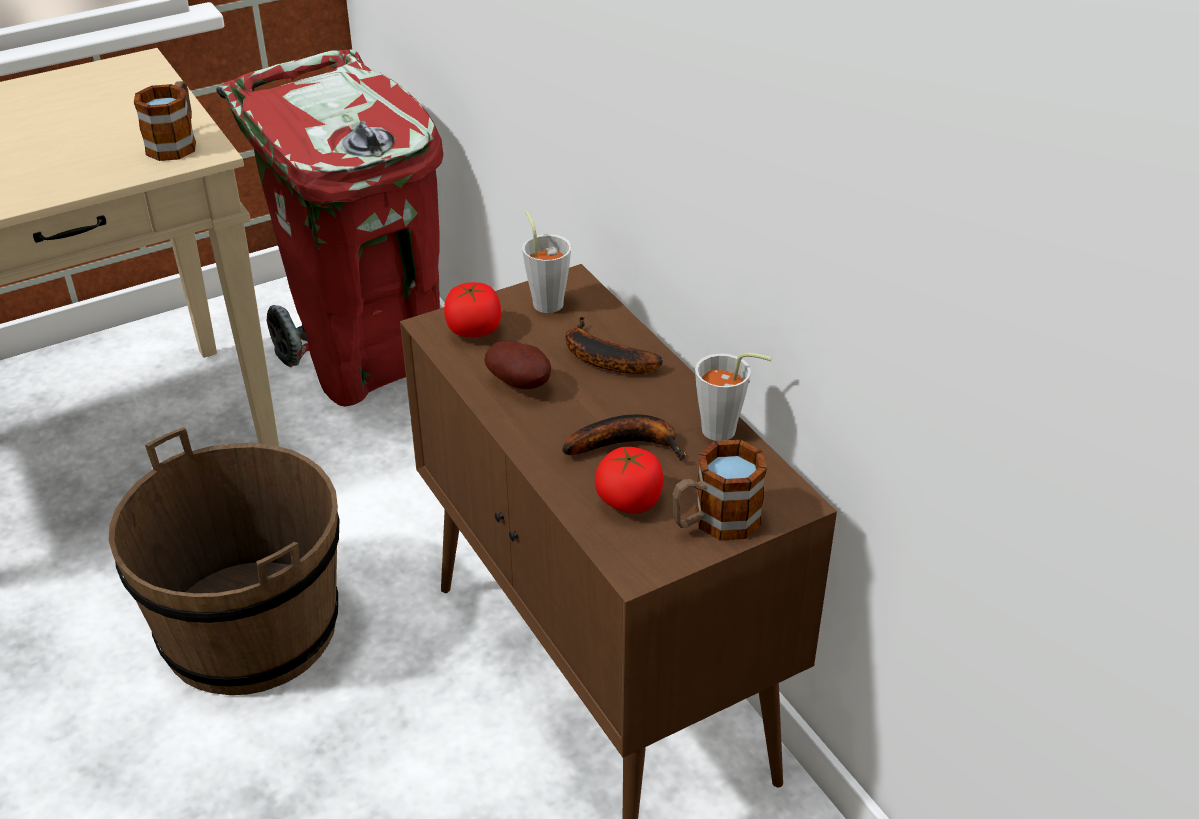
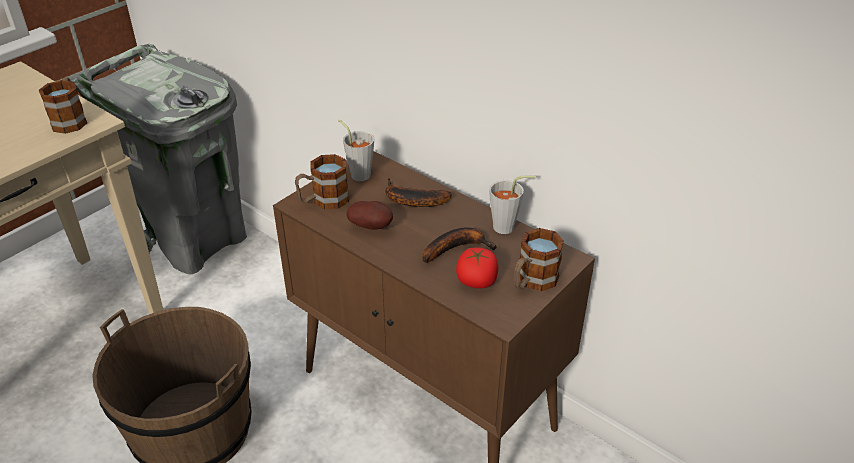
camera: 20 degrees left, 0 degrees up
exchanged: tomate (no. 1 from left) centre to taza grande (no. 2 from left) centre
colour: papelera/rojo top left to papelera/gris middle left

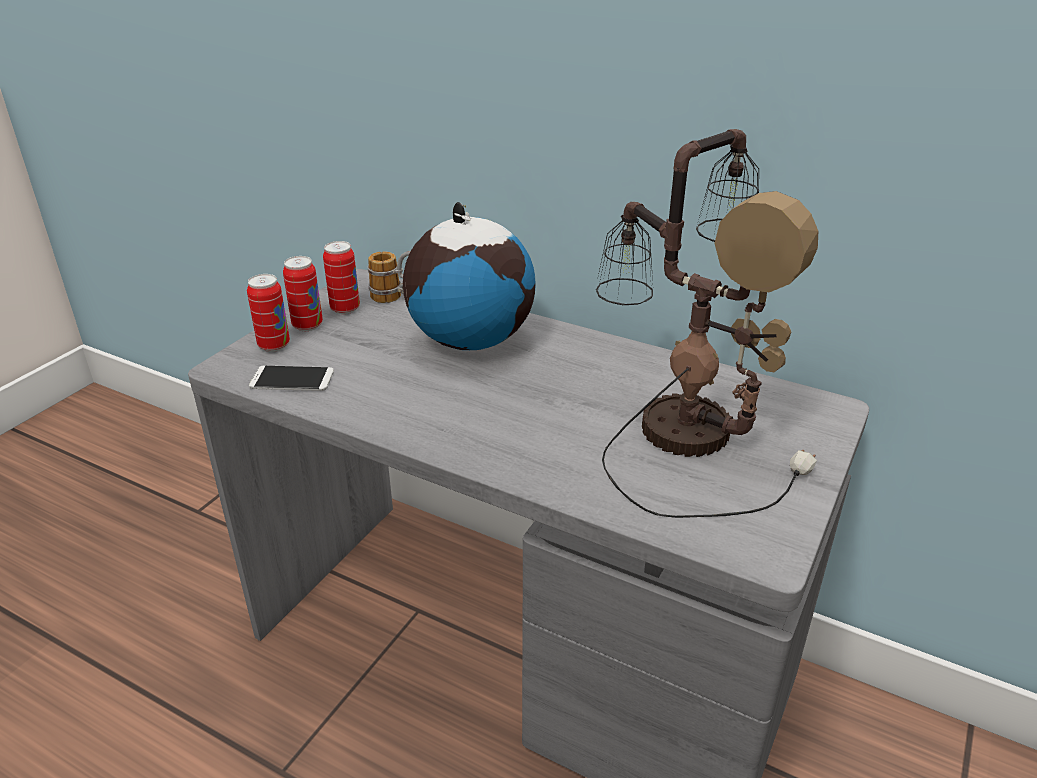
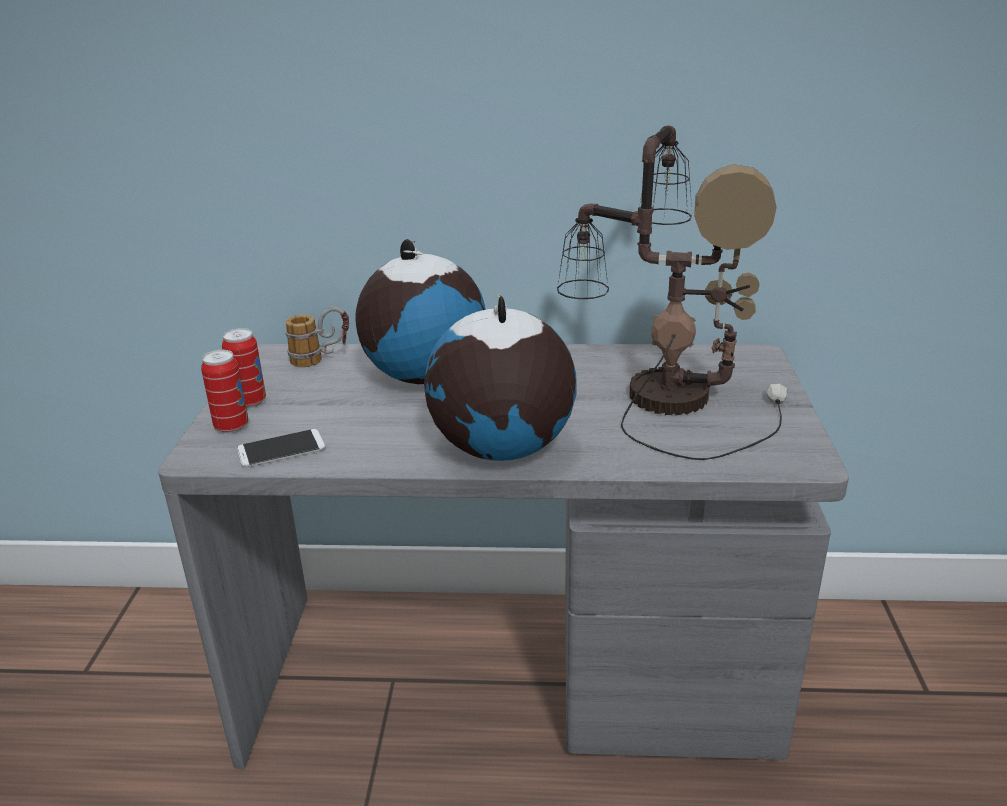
camera: 25 degrees left, 5 degrees down
missing: lata (no. 3 from left) middle left
appeared: globo terráqueo (no. 2 from left) centre

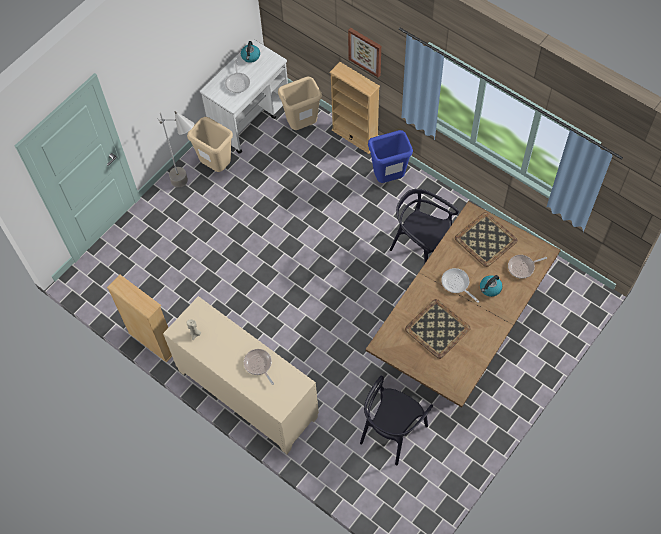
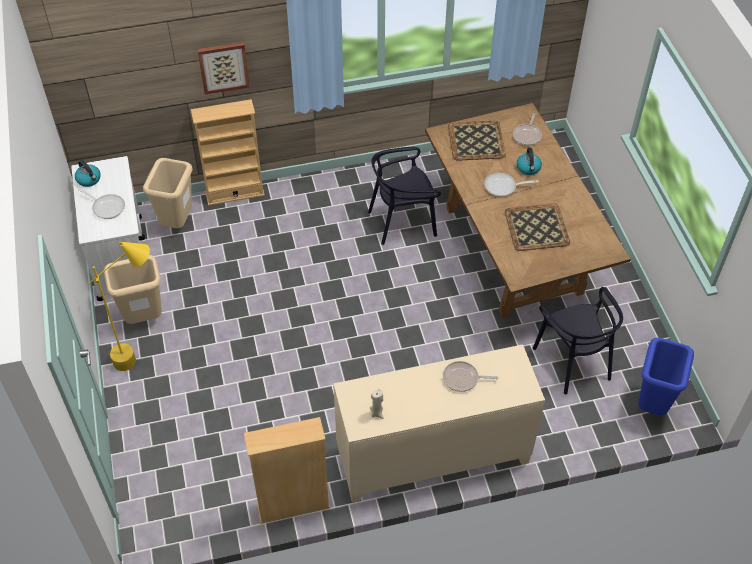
camera: 55 degrees left, 10 degrees down
relocated: papelera/azul top centre to bottom right
colour: lámpara de pie/gris top left to lámpara de pie/amarillo middle left

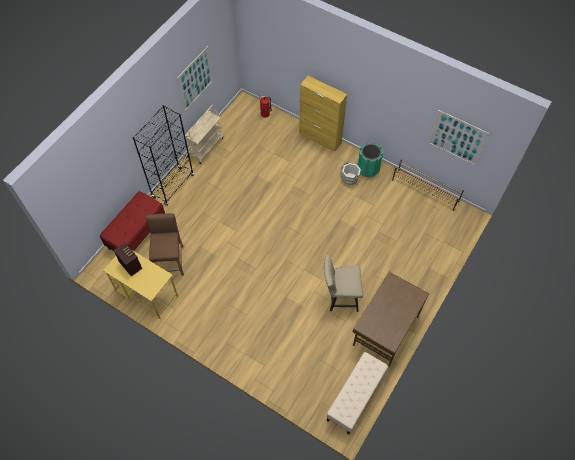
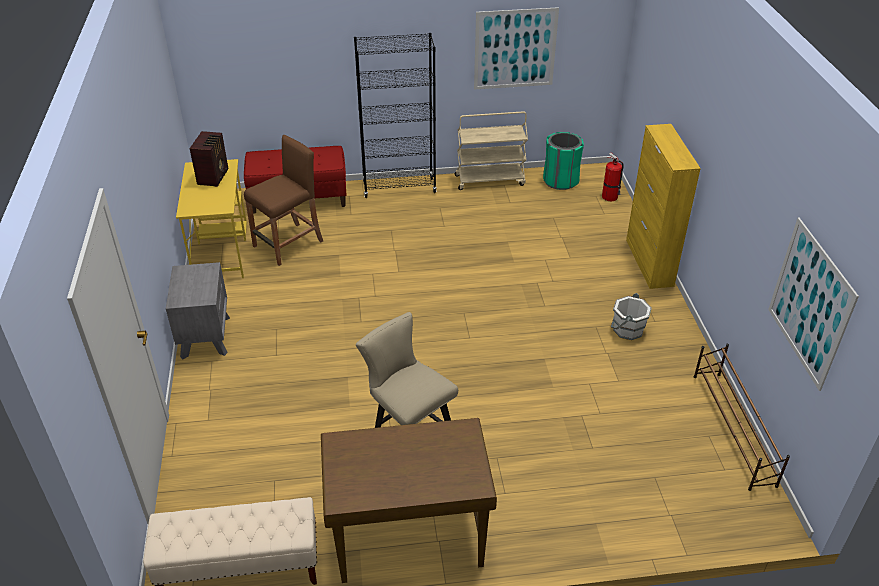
camera: 50 degrees right, 20 degrees down
appeared: mesita de noche/gris middle left
relocated: papelera/verde centre to top centre

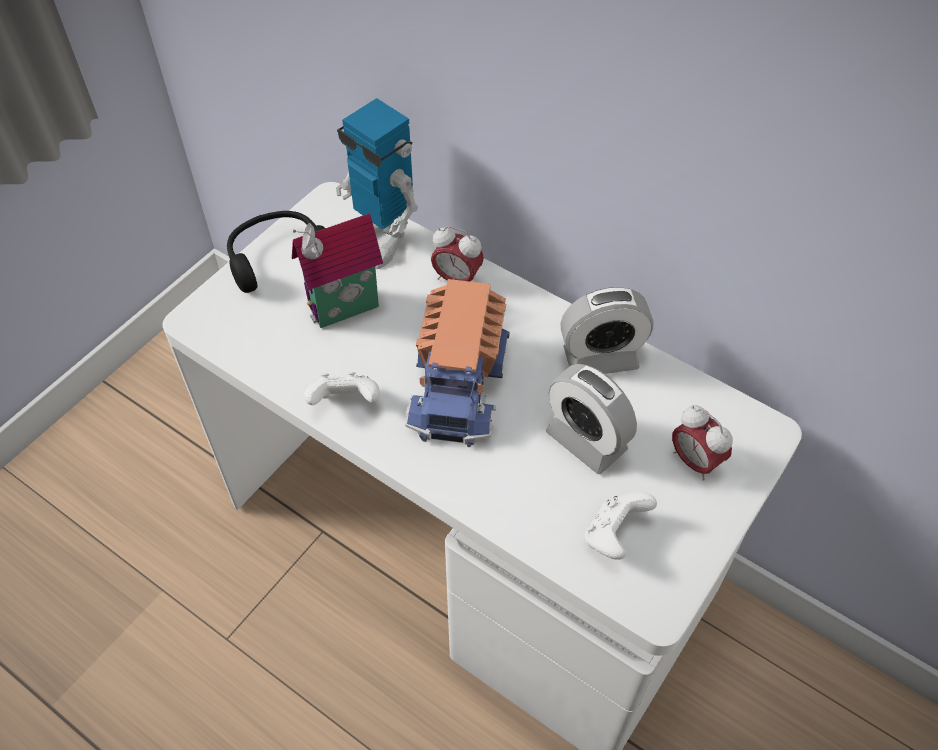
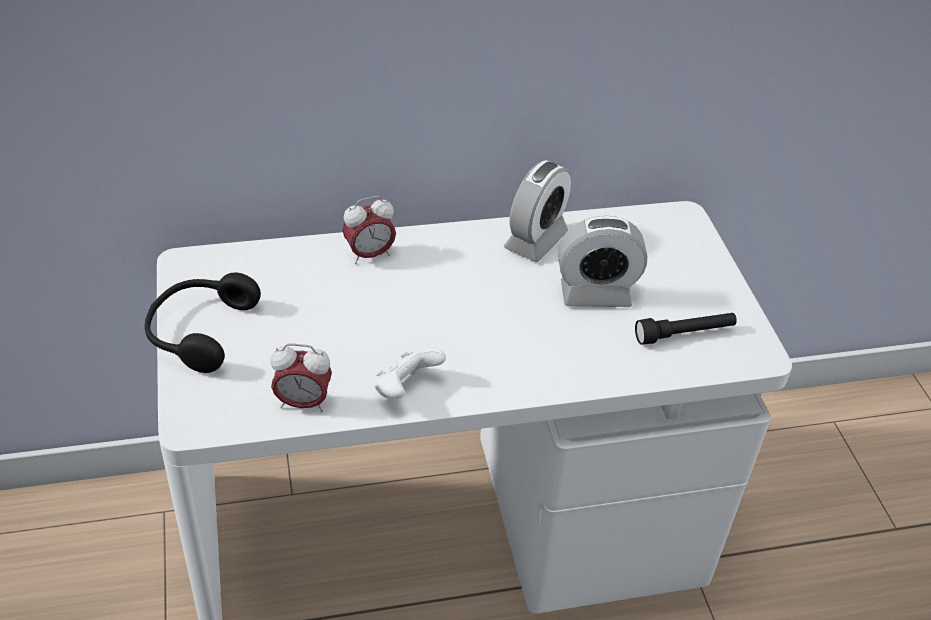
camera: 50 degrees left, 10 degrees down
missing: casita centre; robot de juguete top centre; camión de juguete centre
relocated: despertador (no. 4 from left in the first image) middle right to despertador (no. 1 from left) middle left
exchanged: mando de consola/blanco (no. 2 from left) bottom centre to linterna/negro middle right

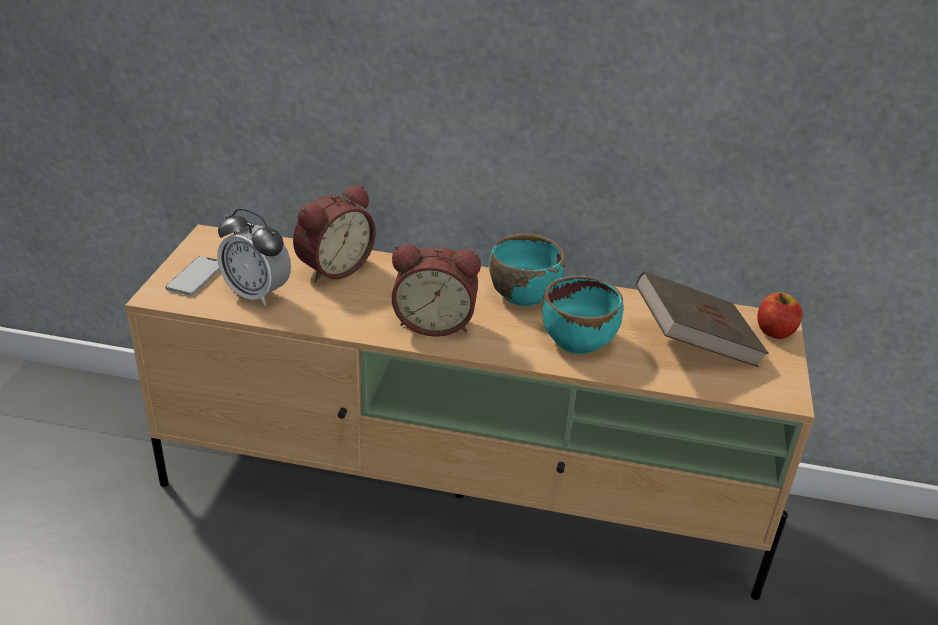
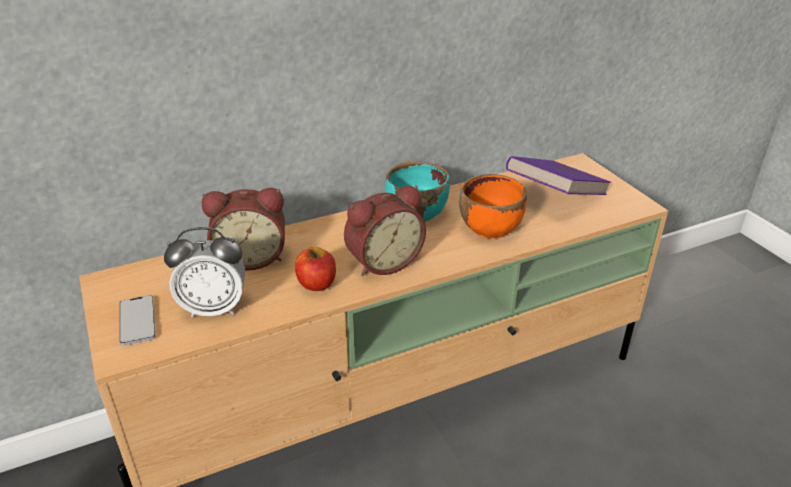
camera: 35 degrees left, 0 degrees up
relocated: manzana middle right to centre
colour: cuenco/turquesa (no. 2 from left) centre to cuenco/naranja centre; libro/marrón middle right to libro/morado middle right
spun: despertador (no. 2 from left) centre = middle left 75 degrees clockwise

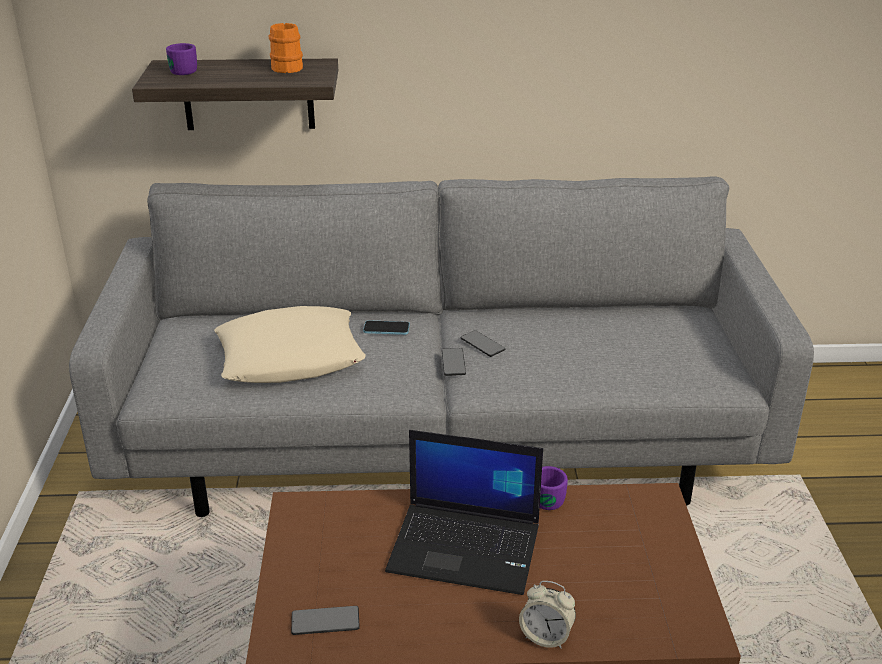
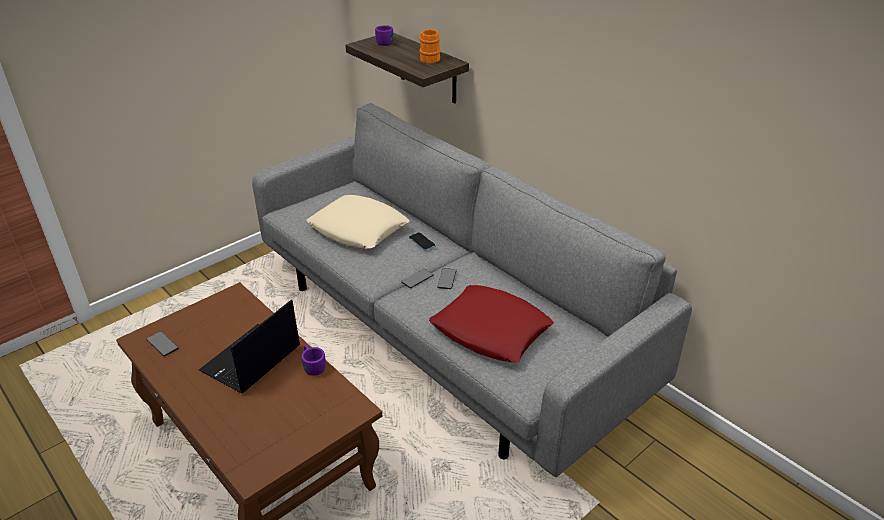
camera: 50 degrees right, 5 degrees up
missing: despertador bottom centre
appeared: cojín/rojo centre
spun: portátil bottom centre = middle left 60 degrees clockwise

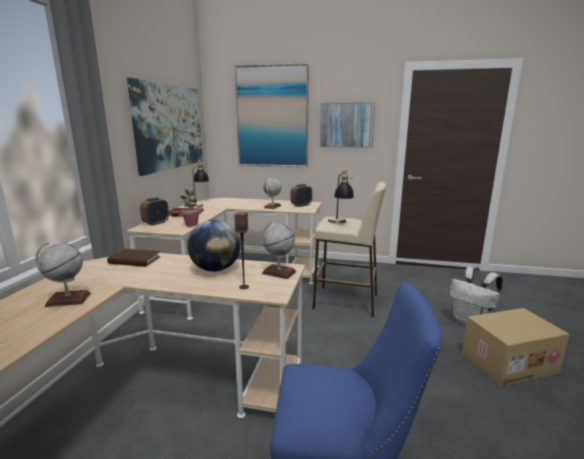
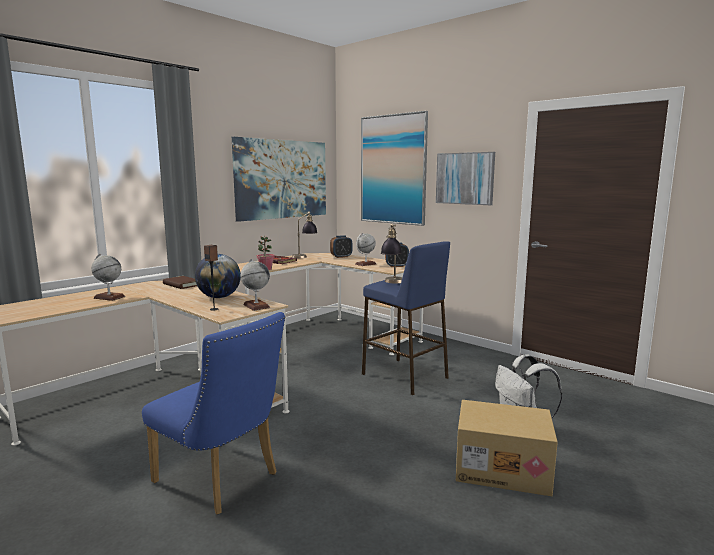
camera: 30 degrees right, 5 degrees down
relocated: despertador (no. 1 from left) middle left to centre
colour: taburete/beis centre to taburete/azul centre

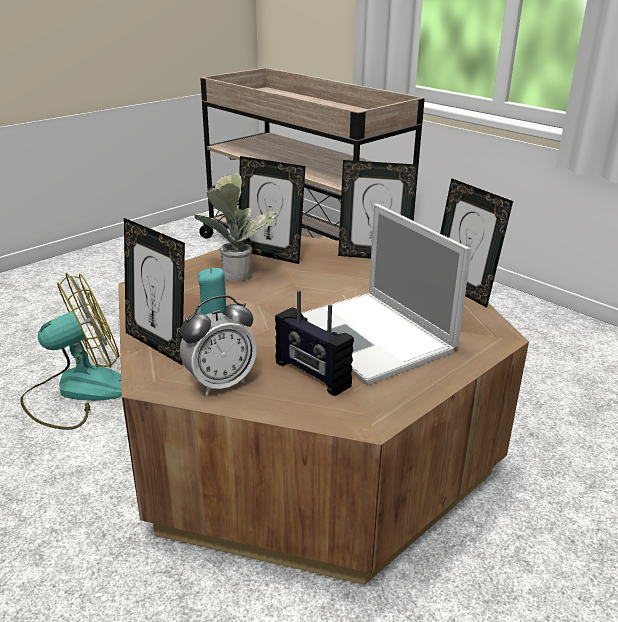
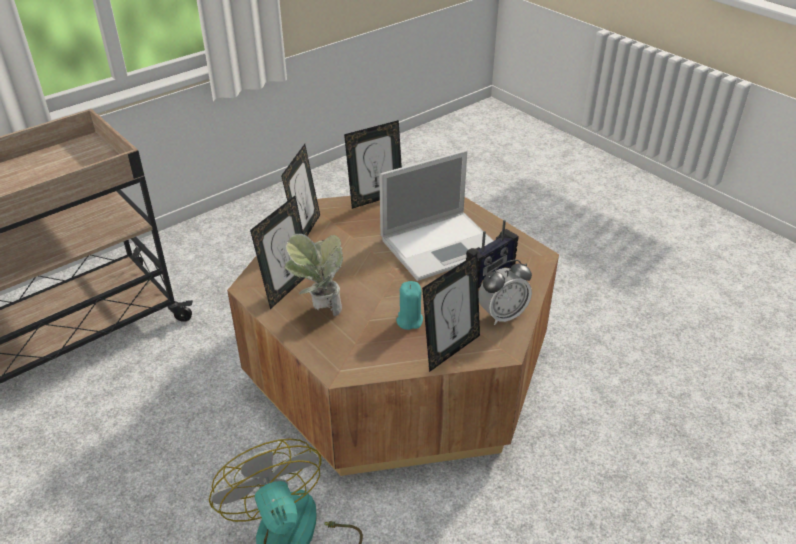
camera: 85 degrees left, 10 degrees up
spun: despertador centre = centre 90 degrees clockwise

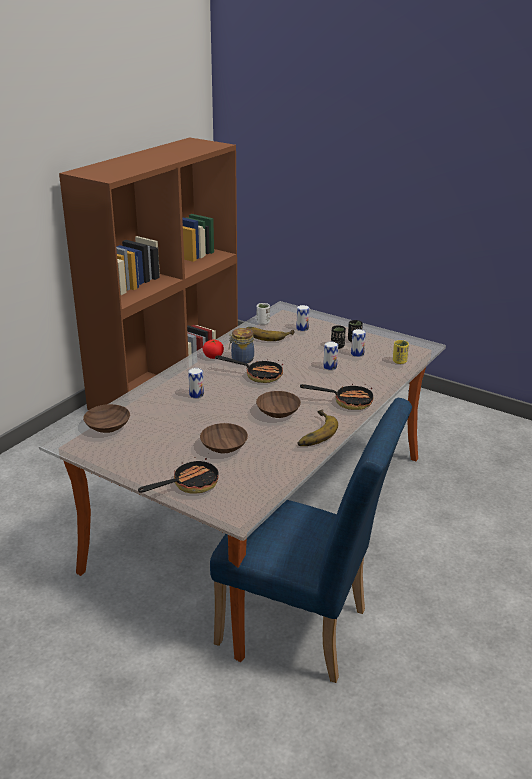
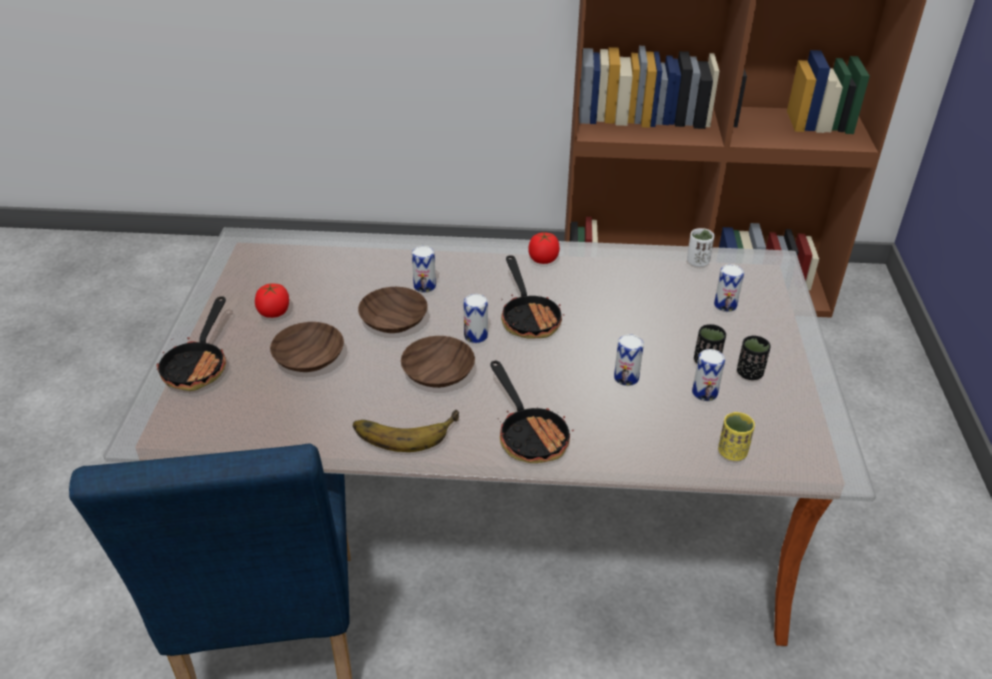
camera: 60 degrees right, 10 degrees up
missing: tarro centre; plátano (no. 1 from left) centre
appeared: tomate (no. 1 from left) middle left; lata (no. 2 from left) centre
relocated: cuenco/marrón (no. 1 from left in the first image) middle left to cuenco/marrón (no. 2 from left) centre
spun: sartén (no. 1 from left) centre = middle left 75 degrees clockwise

